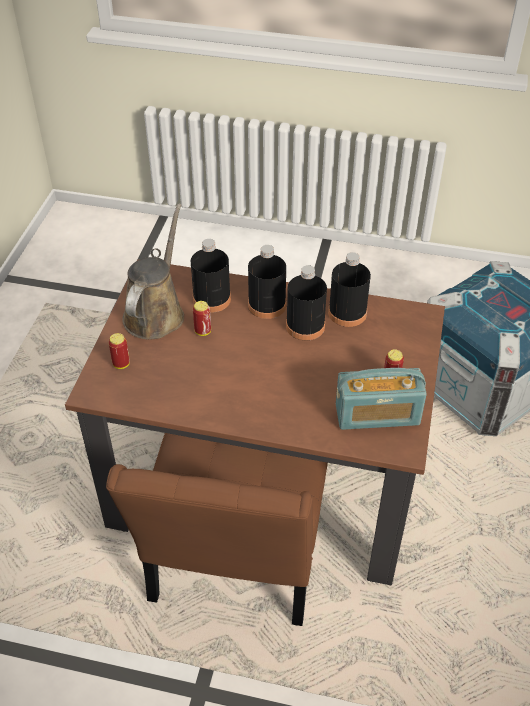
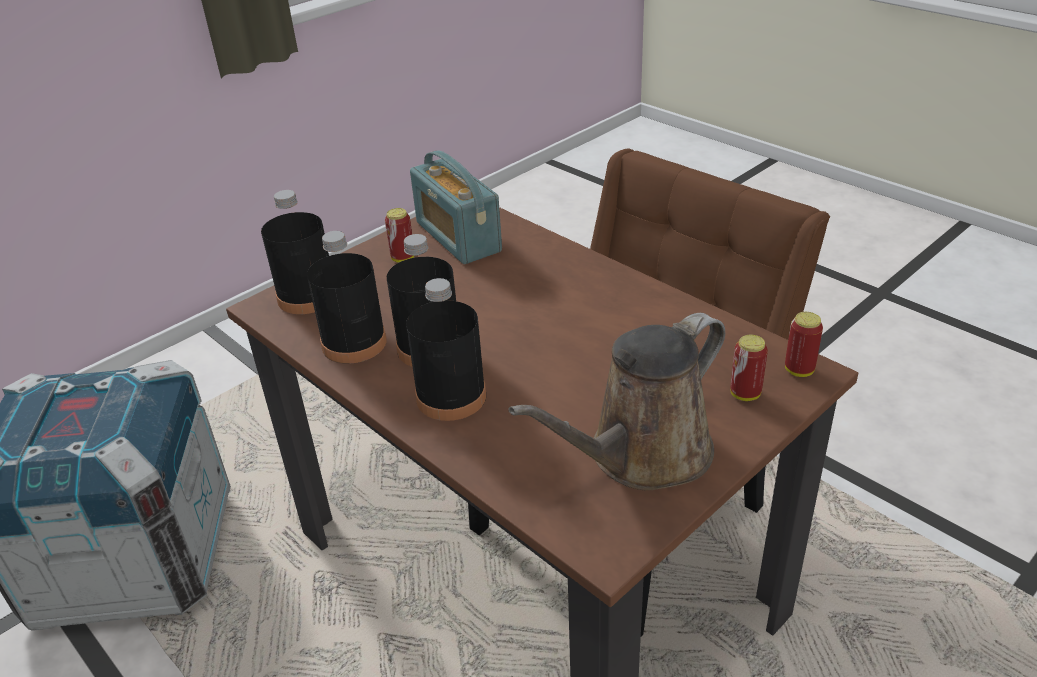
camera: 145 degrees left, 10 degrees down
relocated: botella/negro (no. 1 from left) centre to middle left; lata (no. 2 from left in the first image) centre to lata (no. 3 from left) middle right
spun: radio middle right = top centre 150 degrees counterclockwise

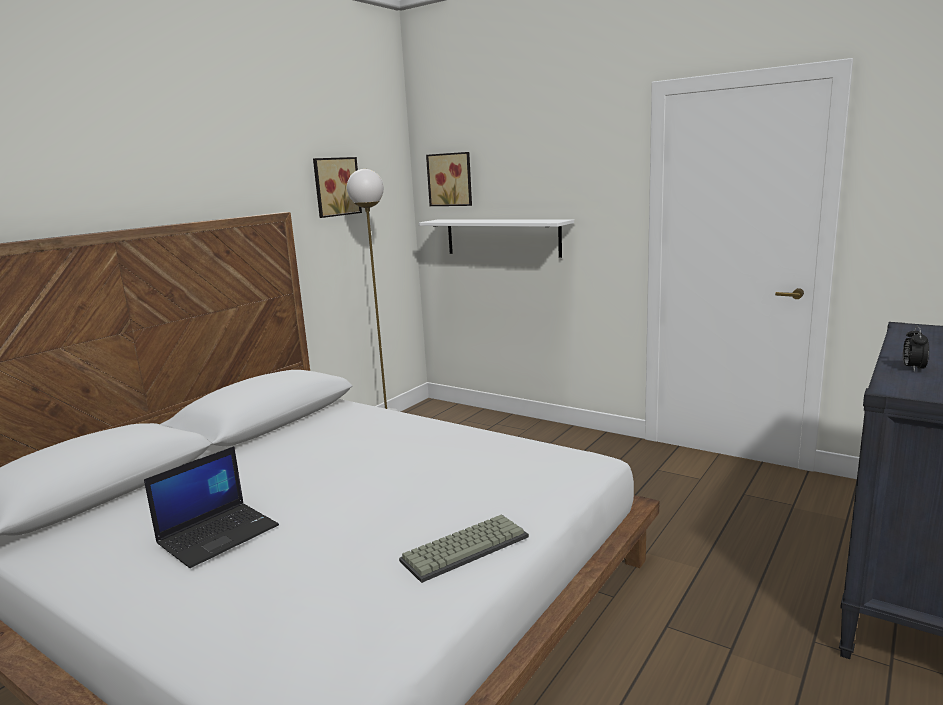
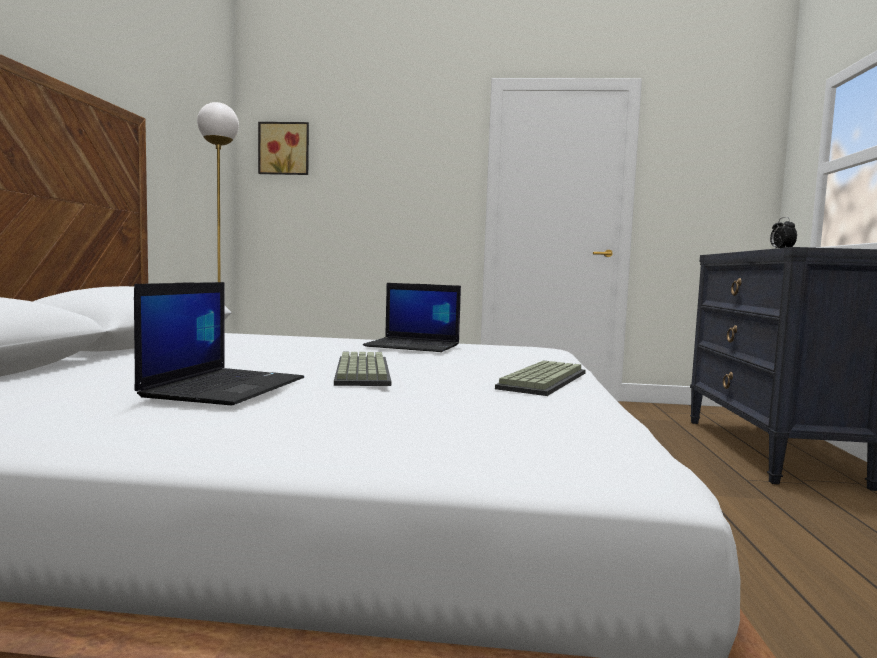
camera: 30 degrees left, 10 degrees down
missing: cuadro (no. 1 from left) top centre; estante/blanco centre
appeared: teclado (no. 1 from left) centre; portátil (no. 2 from left) centre

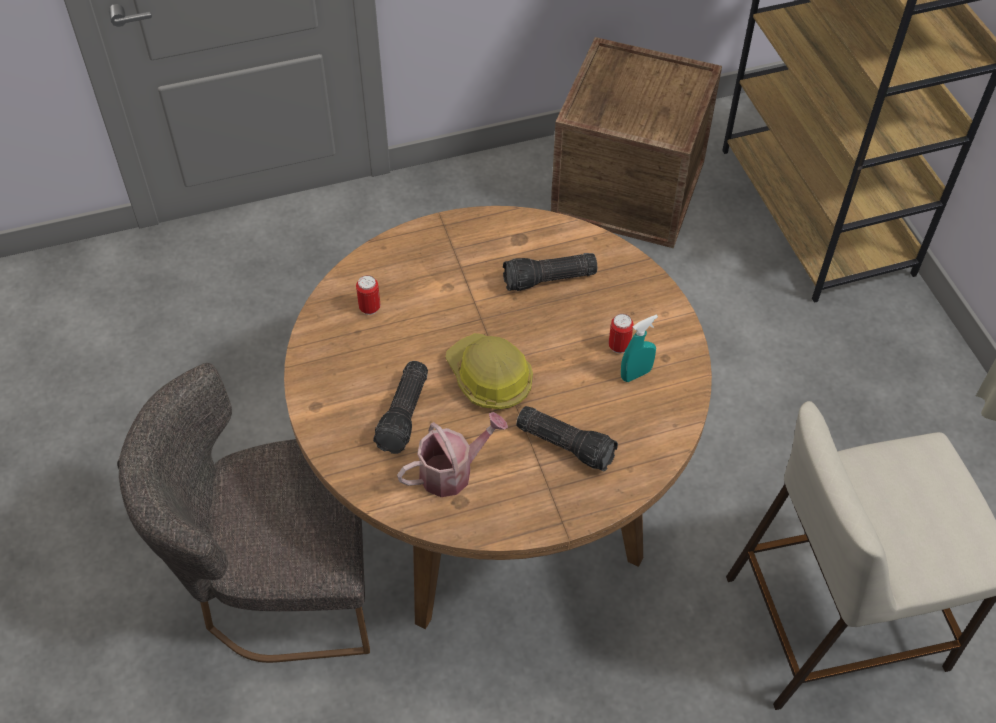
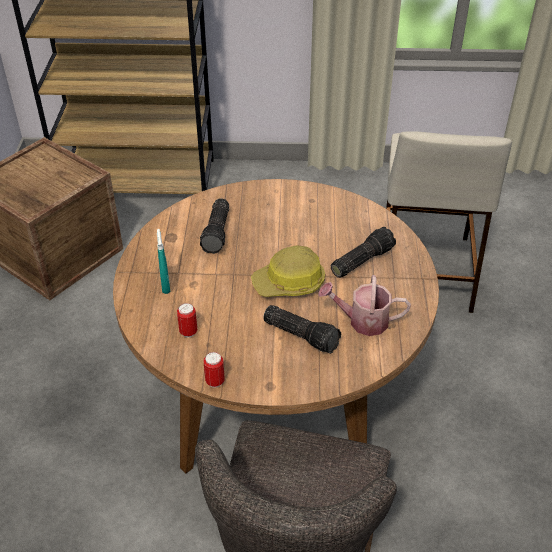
camera: 70 degrees left, 10 degrees down
relocated: lata (no. 2 from left) centre to bottom centre; pulverizador/turquesa centre to middle left
spun: regadera centre = centre 75 degrees counterclockwise

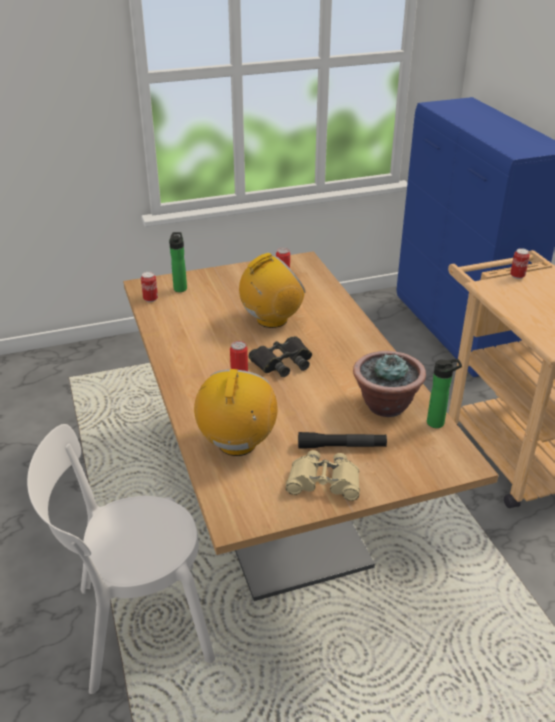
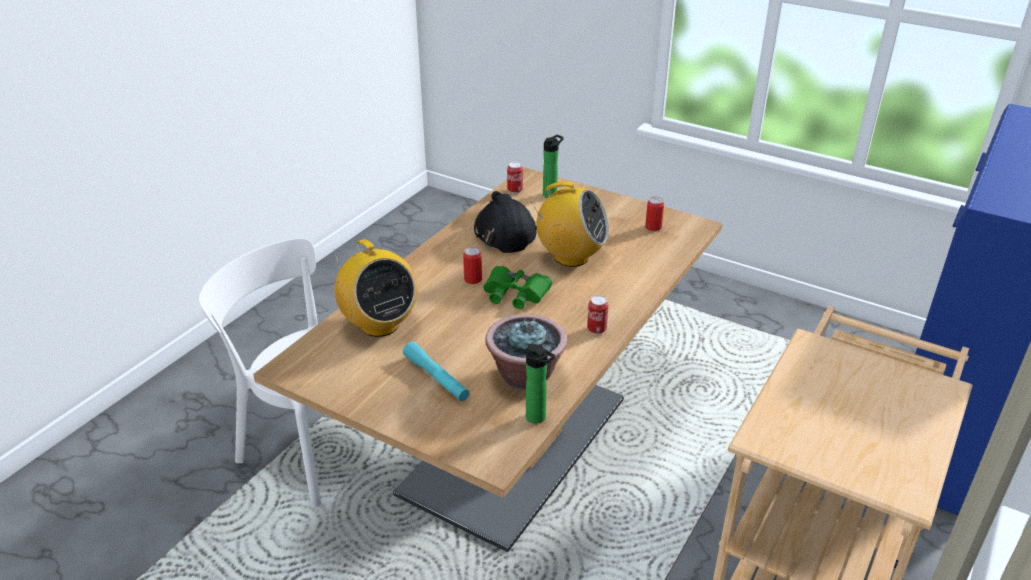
camera: 50 degrees right, 0 degrees up
missing: prismáticos/beis centre
appeared: casco/negro centre
relocated: lata (no. 4 from left in the first image) middle right to lata (no. 3 from left) centre
colour: prismáticos/negro centre to prismáticos/verde centre; linterna/negro centre to linterna/turquesa centre
spun: radio (no. 1 from left) centre = centre 90 degrees clockwise

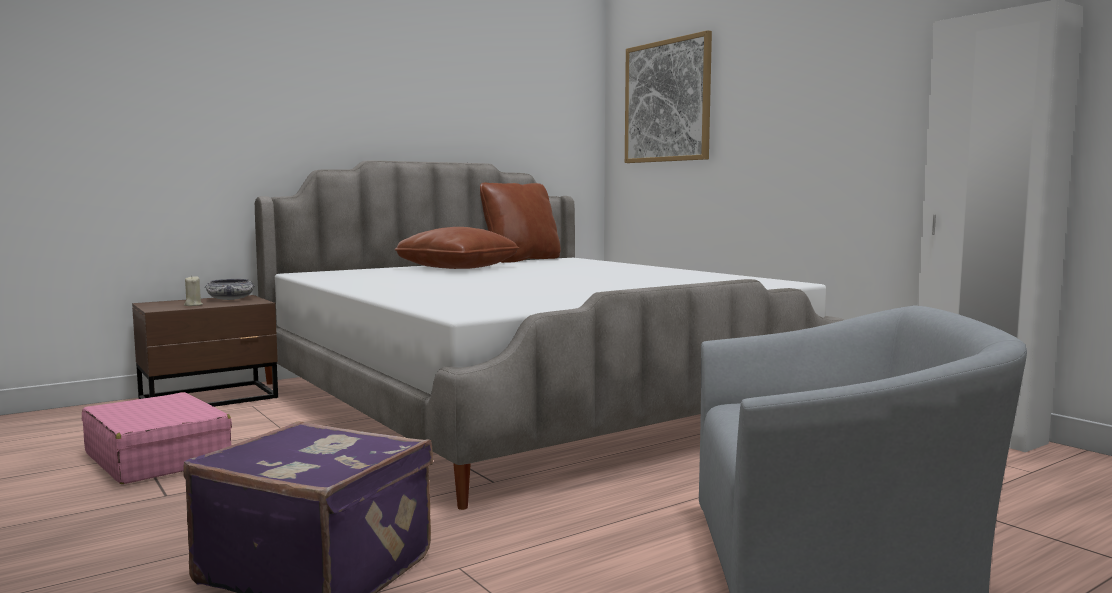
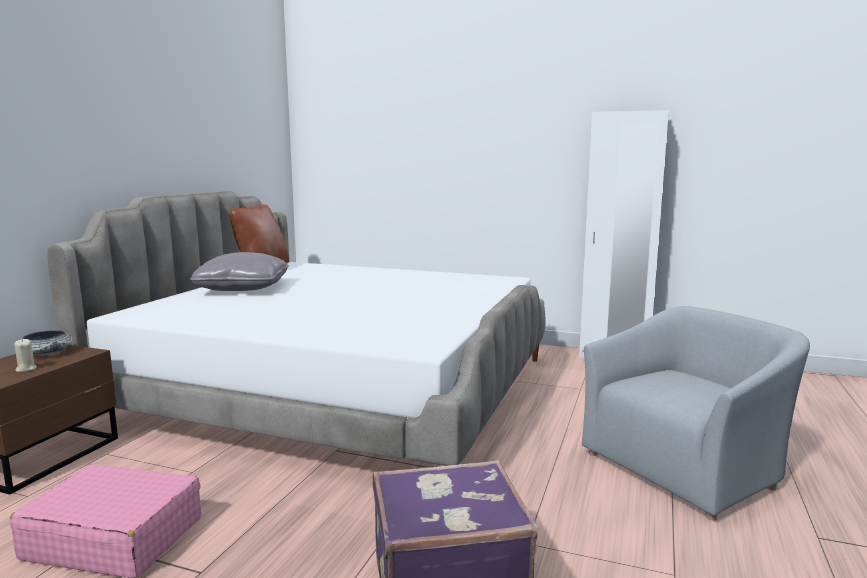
camera: 35 degrees left, 5 degrees up
missing: cuadro top centre
colour: cojín/marrón (no. 1 from left) centre to cojín/gris middle left

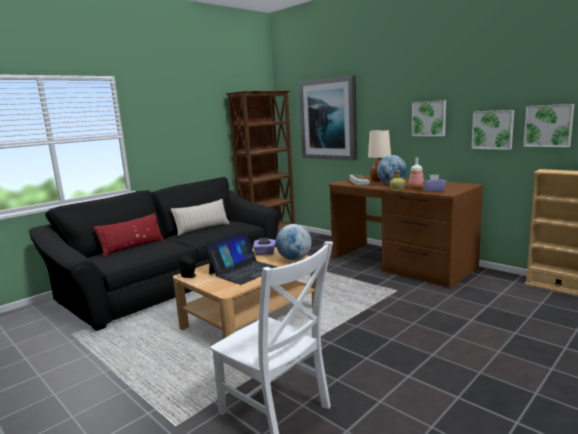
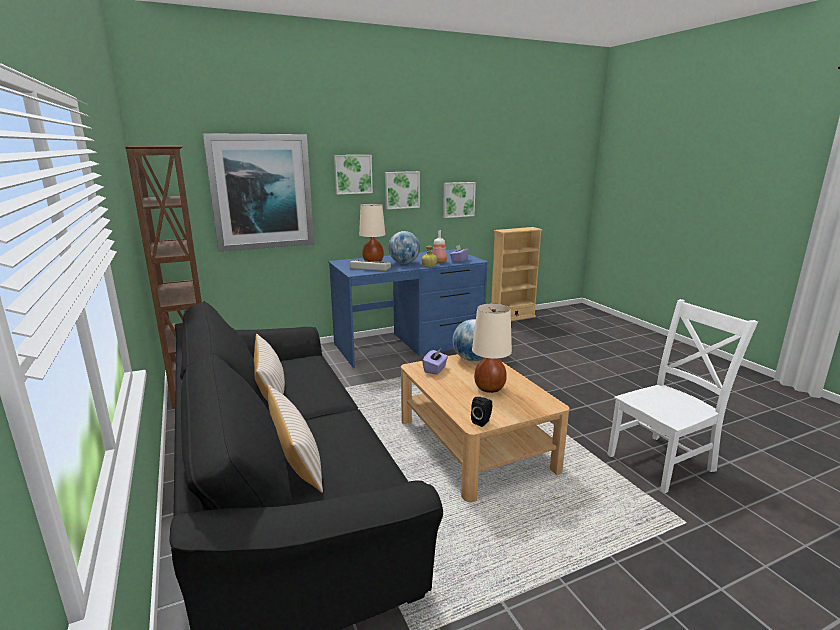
camera: 70 degrees left, 5 degrees up
relocated: cuadro (no. 4 from left in the first image) top right to cuadro (no. 2 from left) top centre
exchanged: portátil centre to lámpara de mesa/beis (no. 2 from left) centre
colour: cojín/rojo middle left to cojín/beis (no. 2 from left) bottom centre; escritorio/marrón middle right to escritorio/azul centre

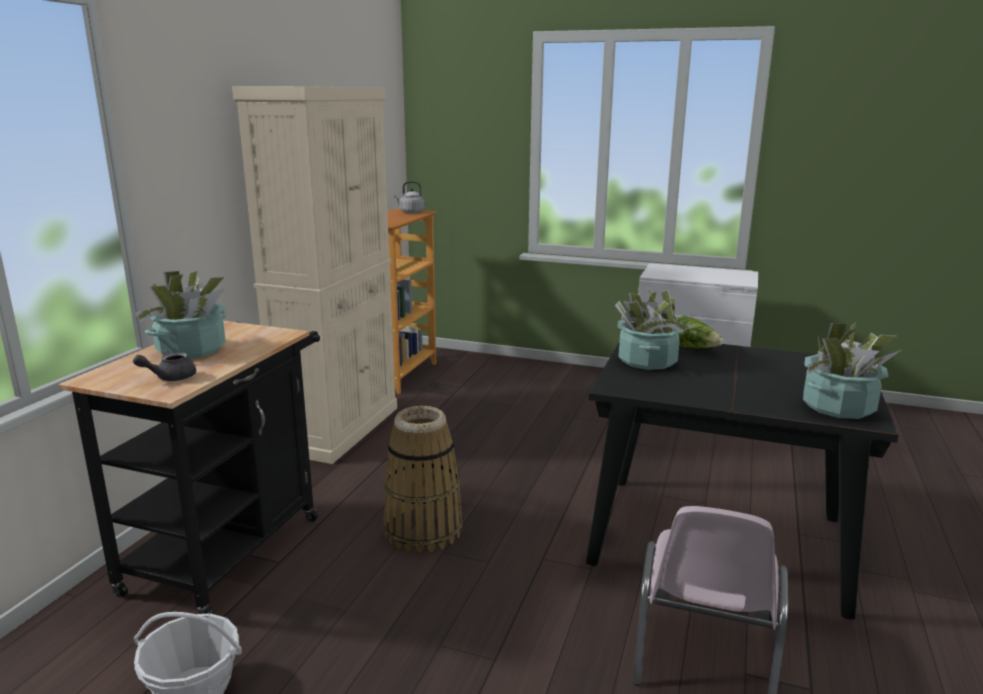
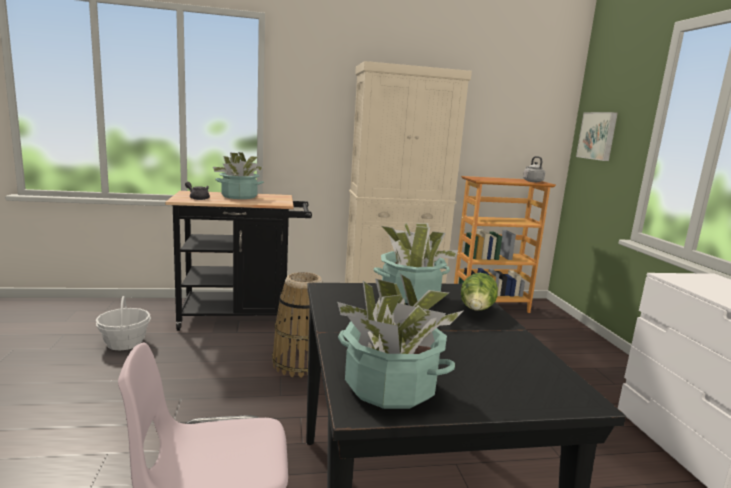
camera: 60 degrees right, 5 degrees down
appeared: cuadro top right

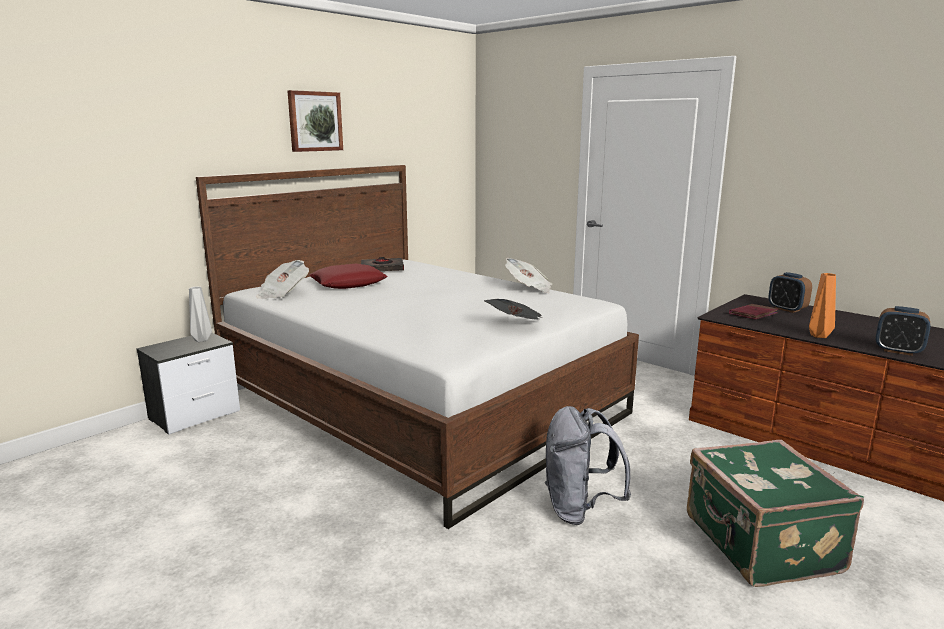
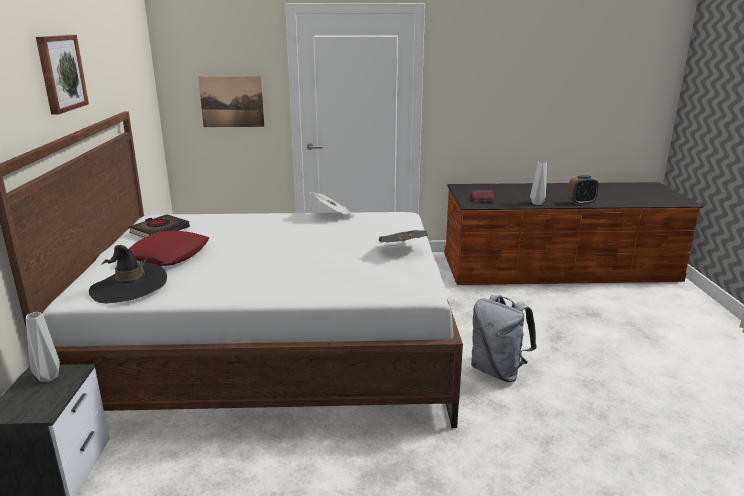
camera: 45 degrees left, 5 degrees up
missing: maleta/verde bottom right; despertador (no. 1 from left) middle right
appeared: cuadro (no. 2 from left) top left
exchanged: periódico (no. 1 from left) middle left to sombrero/negro middle left
colour: florero/naranja middle right to florero/gris (no. 2 from left) middle right

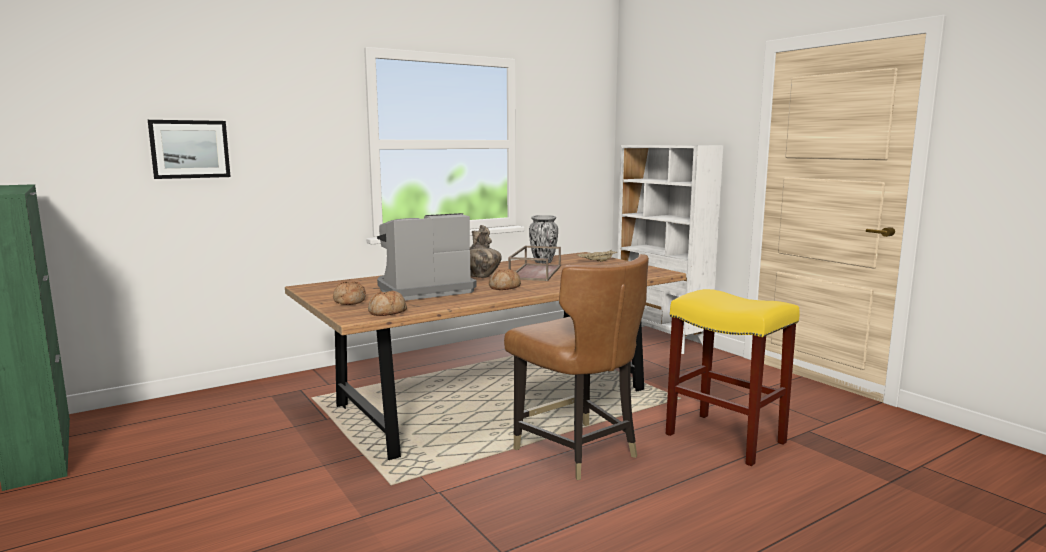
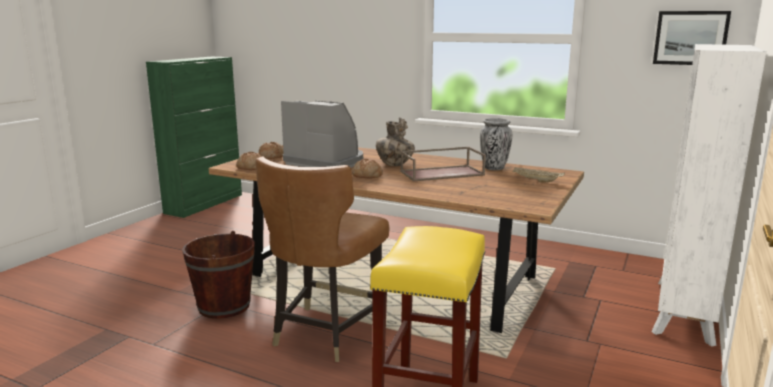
camera: 60 degrees right, 5 degrees up
appeared: cubo/marrón bottom left
relocated: cuadro top left to top right

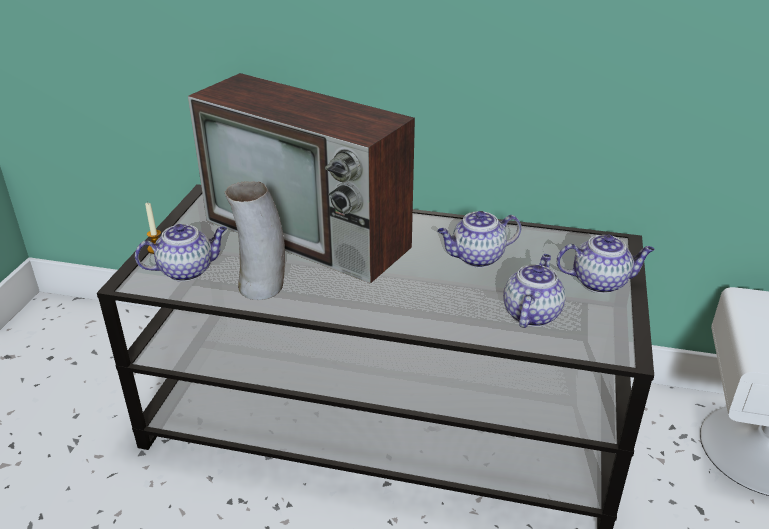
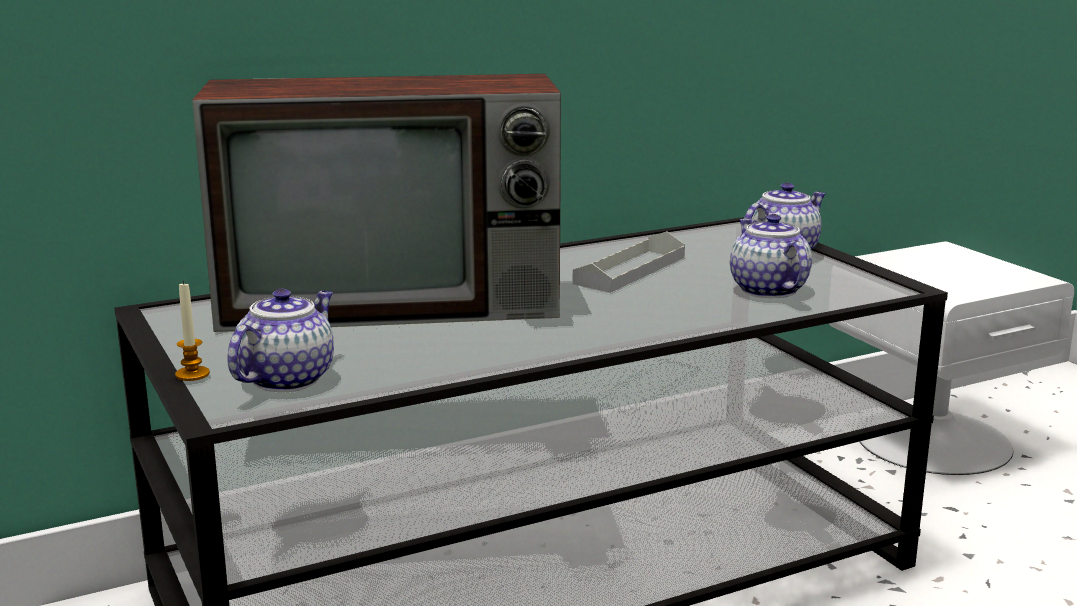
camera: 40 degrees left, 15 degrees down
missing: florero middle left
exchanged: tetera (no. 2 from left) centre to bandeja/gris centre

